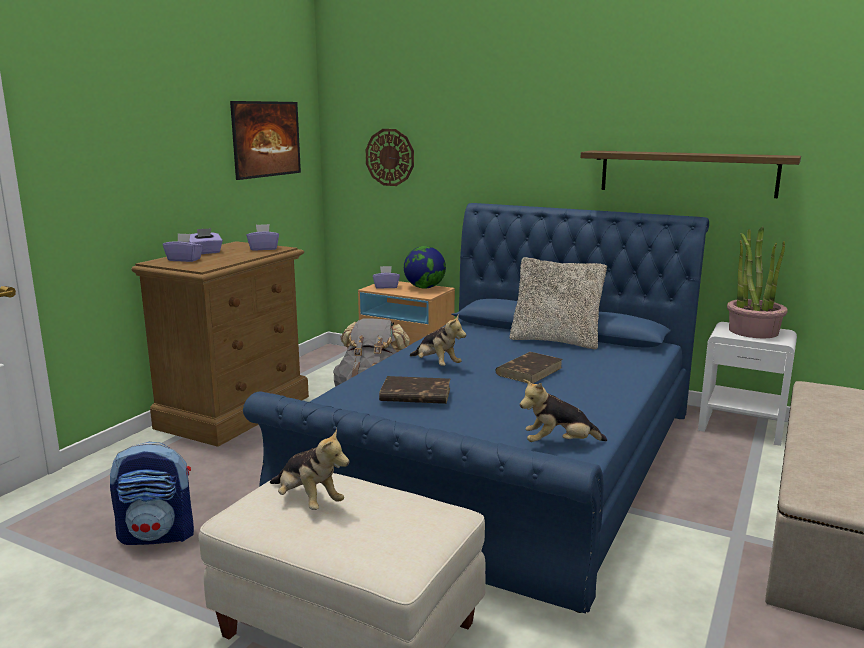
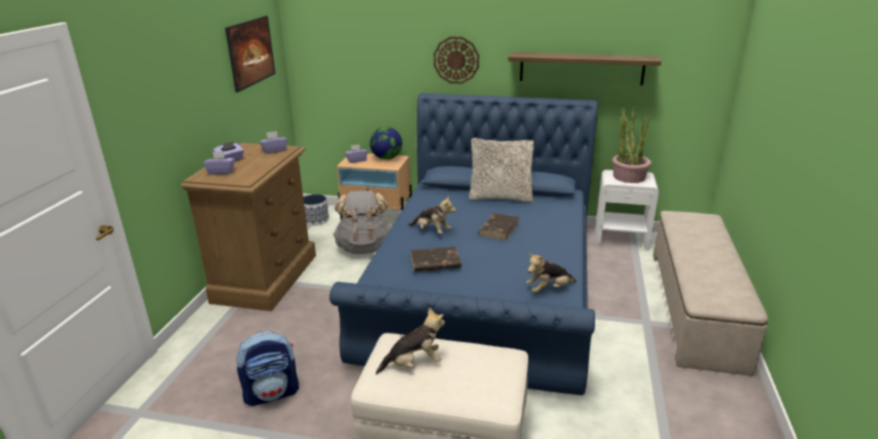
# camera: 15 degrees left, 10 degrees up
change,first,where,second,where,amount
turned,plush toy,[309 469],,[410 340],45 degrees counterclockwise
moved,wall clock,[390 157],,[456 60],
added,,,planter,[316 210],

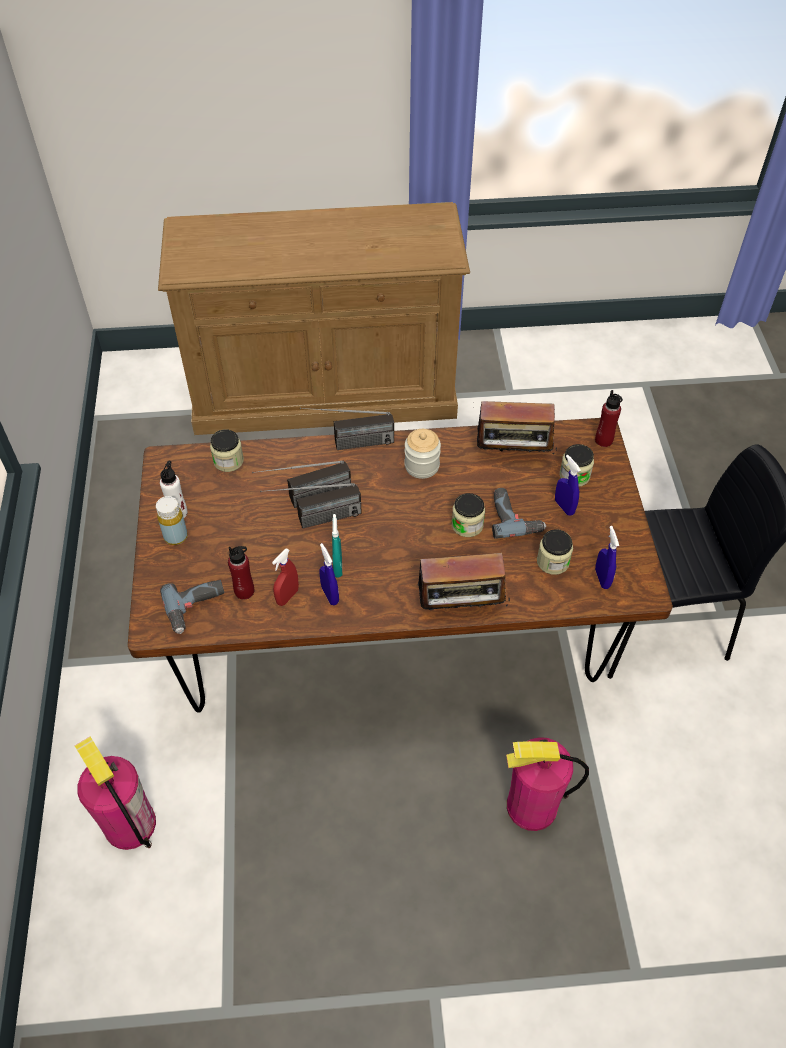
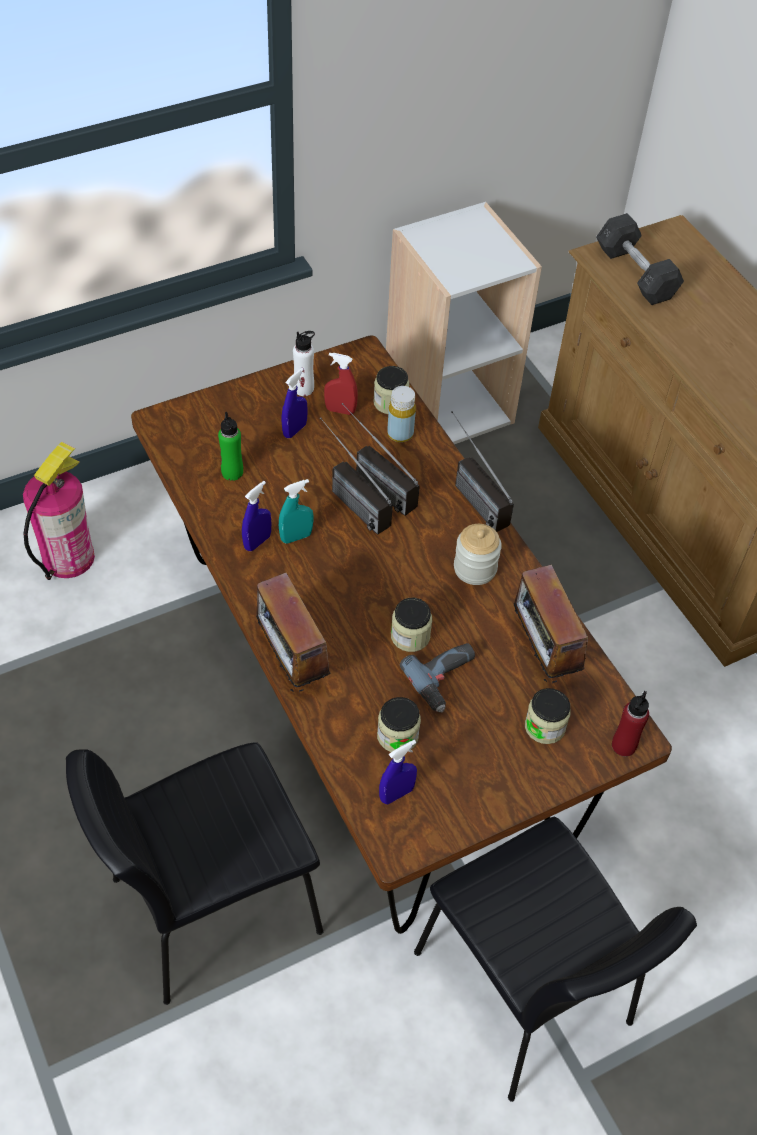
# camera: 65 degrees right, 0 degrees up
change,first,where,second,where,amount
moved,yellow bottle,[172 520],,[401 414],
removed,power drill,[192 607],,,
recoloured,red bottle,[241 573],green bottle,[230 446],
moved,red spray bottle,[285 577],,[341 384],
replaced,fire extinguisher,[547 784],black chair,[195 873],
moved,blue spray bottle,[568 485],,[295 403],
added,,,bookcase,[464 323],
added,,,grey dumbbell,[640 259],

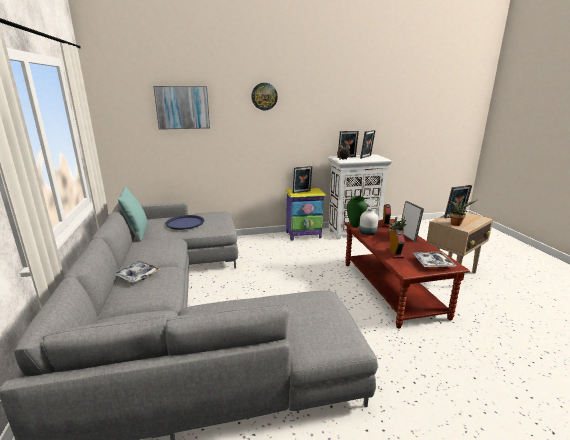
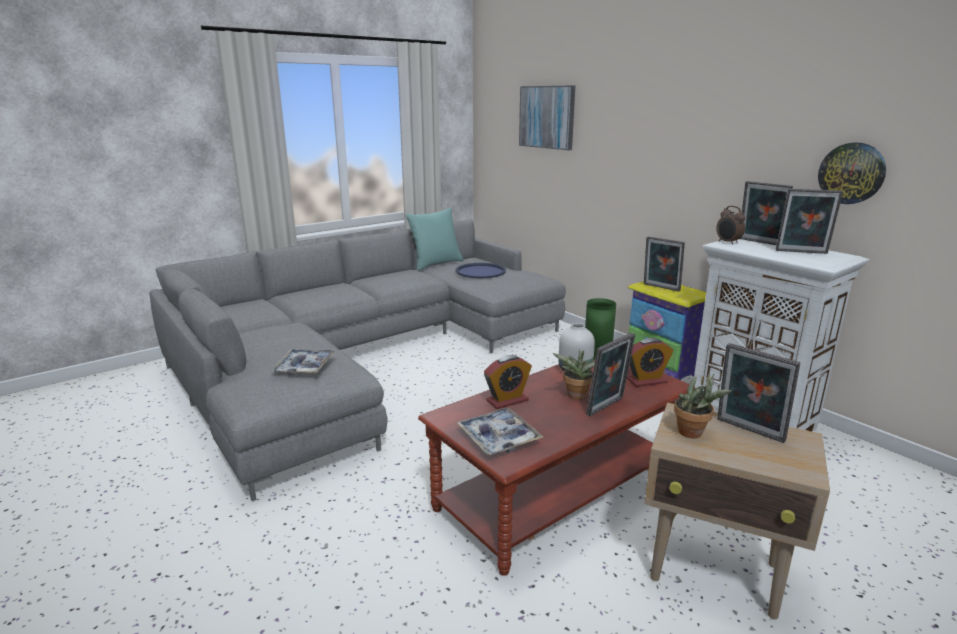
# camera: 65 degrees right, 0 degrees up
change,first,where,second,where,amount
moved,tray,[138 272],,[303 362],
moved,wall clock,[264 96],,[852 173],

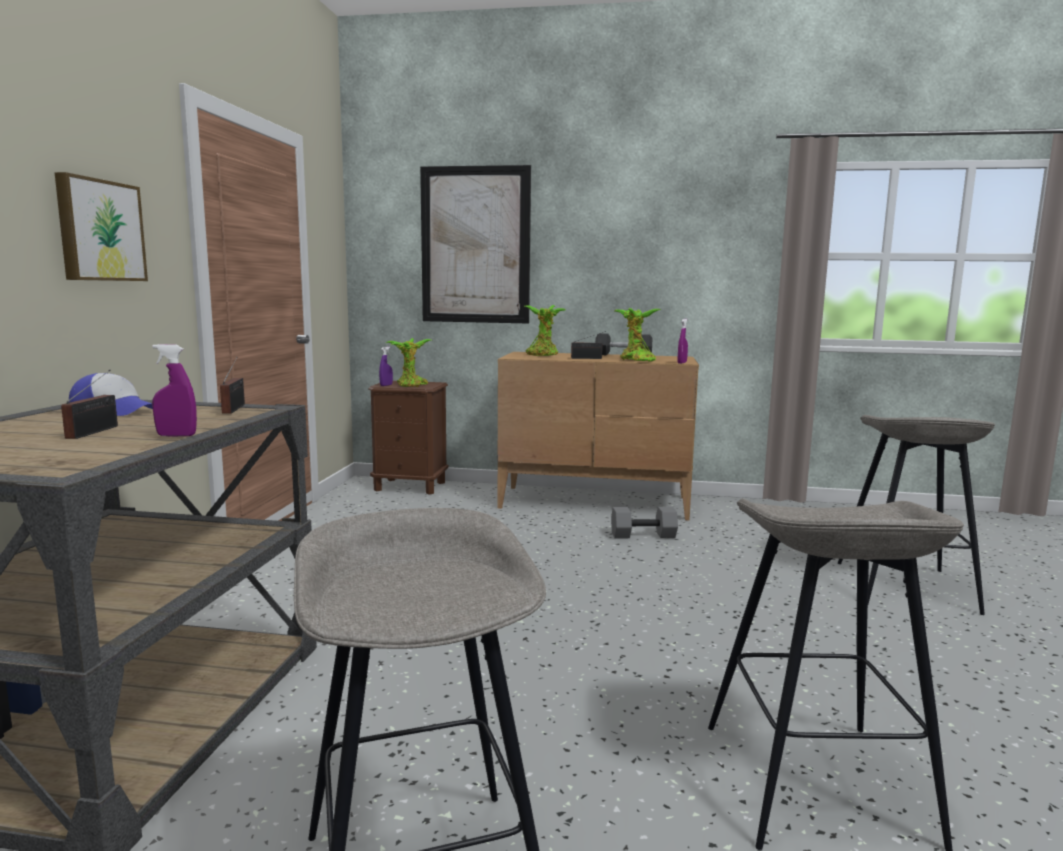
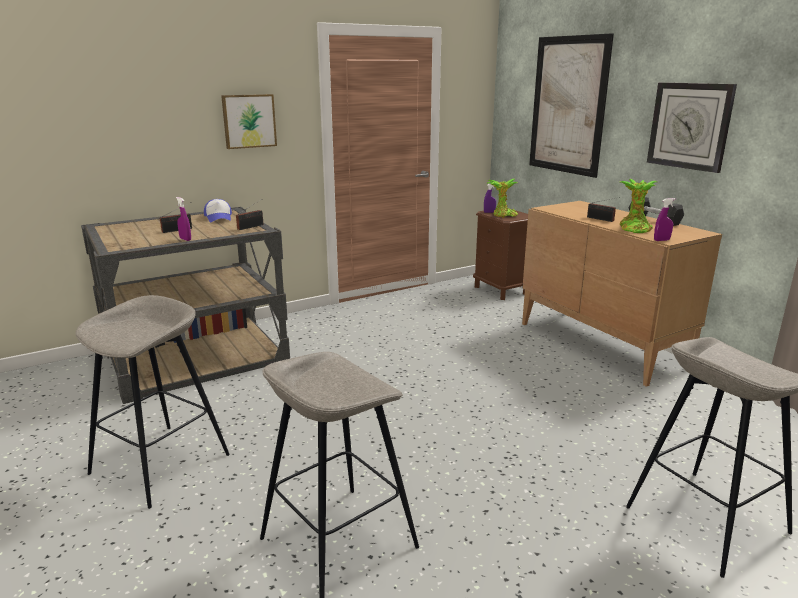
# camera: 50 degrees right, 10 degrees up
change,first,where,second,where,amount
removed,potted plant,[545 330],,,
removed,grey dumbbell,[644 523],,,
added,,,wall clock,[692 127],

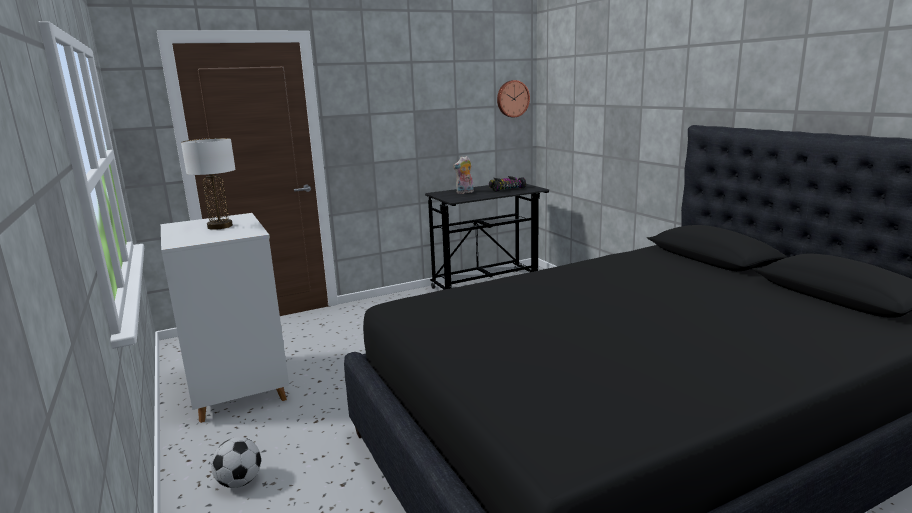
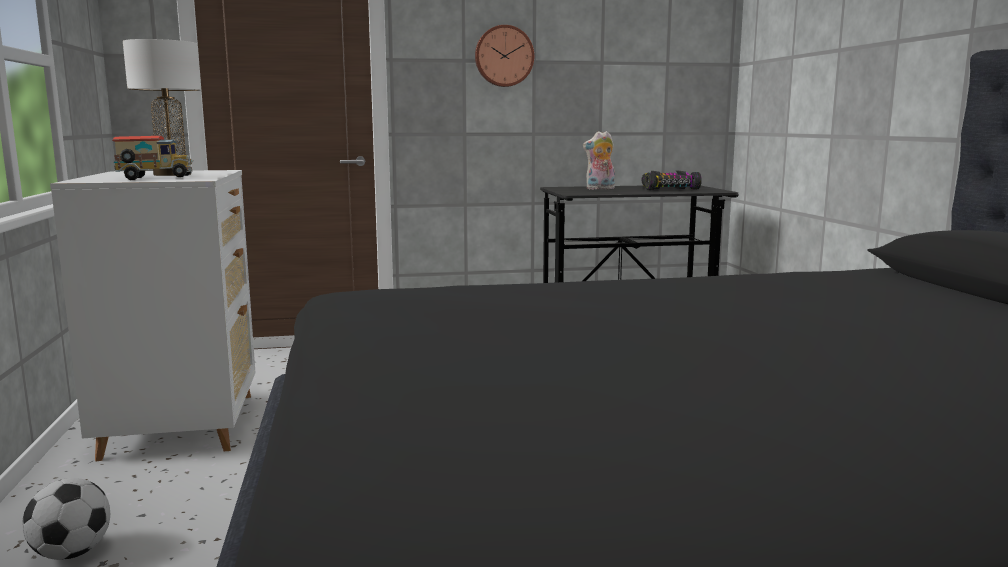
# camera: 15 degrees right, 5 degrees down
change,first,where,second,where,amount
moved,wall clock,[513 98],,[504 56],
added,,,toy truck,[152 158],

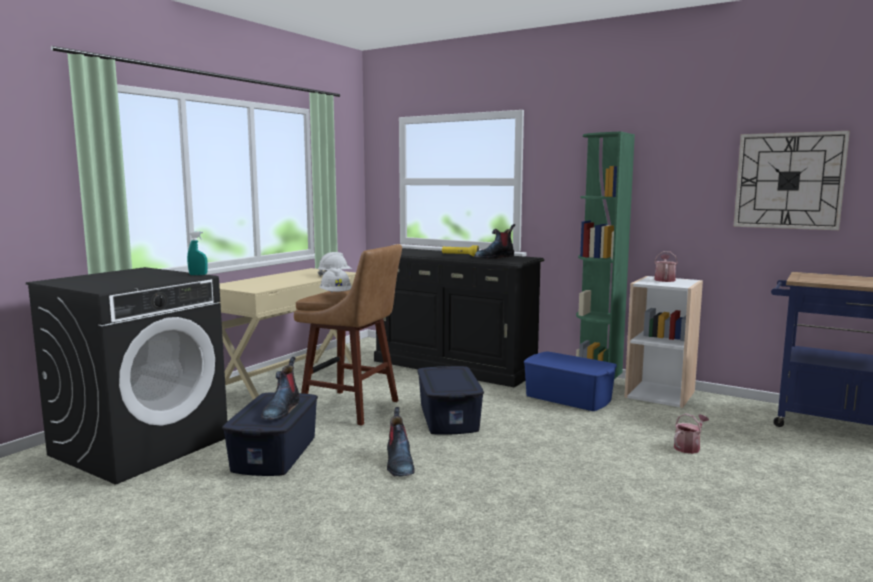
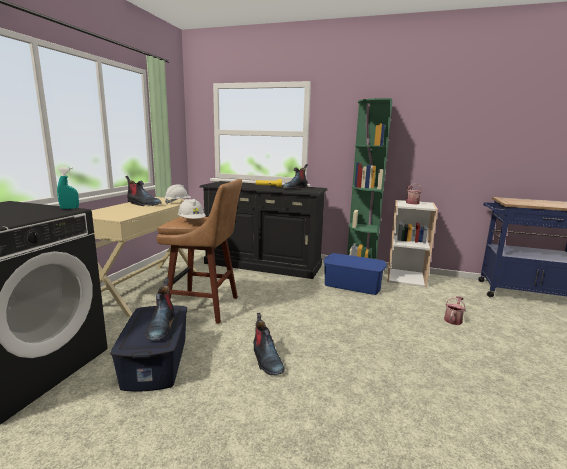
# camera: 15 degrees left, 5 degrees up
change,first,where,second,where,amount
removed,blue storage box,[450 400],,,
removed,wall clock,[791 180],,,
added,,,boot,[144 191],

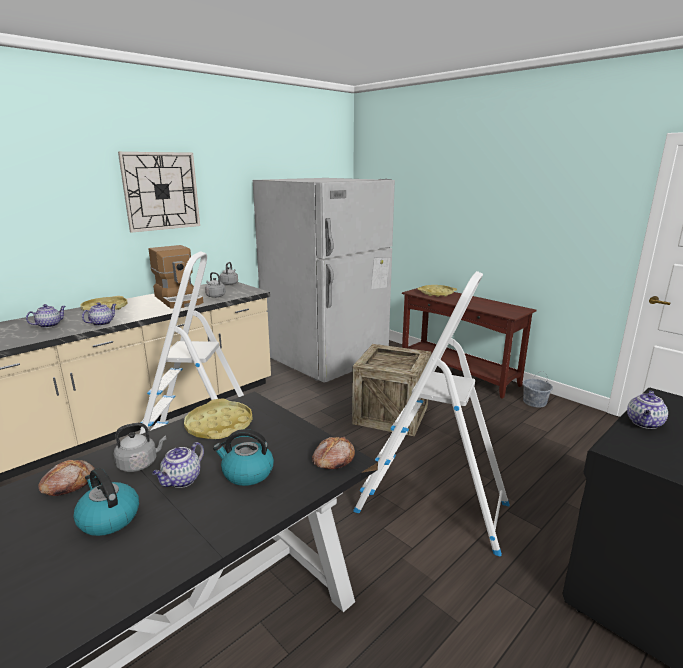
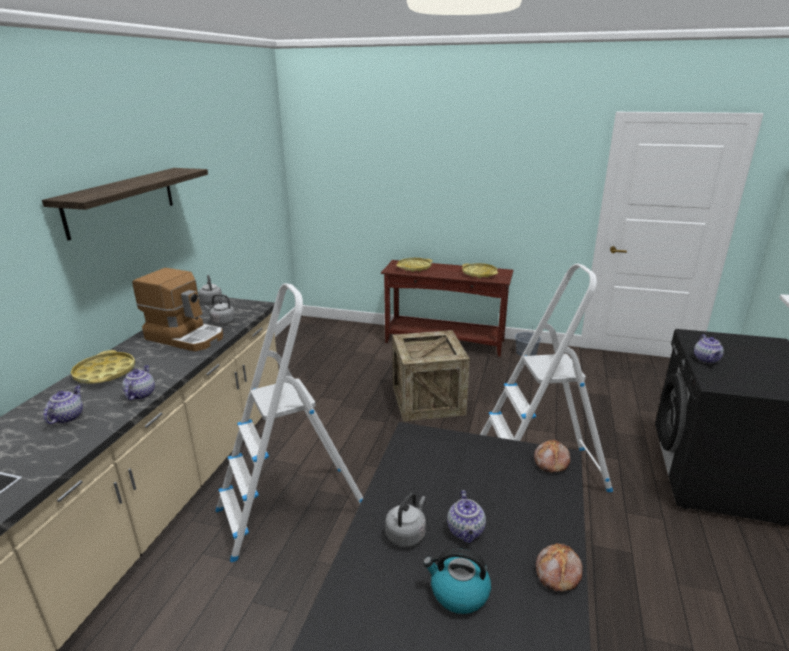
# camera: 30 degrees left, 5 degrees up
change,first,where,second,where,amount
moved,bread,[66 478],,[559 567],
replaced,wall clock,[159 192],shelf,[125 204],
moved,yellow tray,[218 419],,[480 270],
removed,kettle,[243 457],,,
removed,white fridge,[324 280],,,

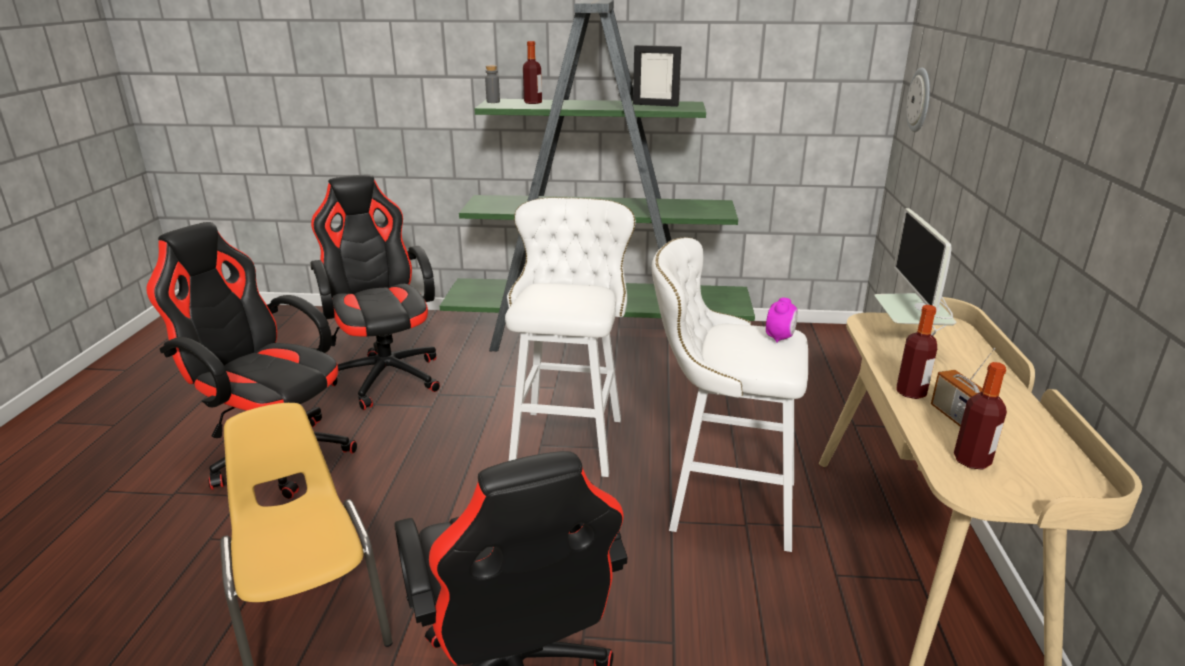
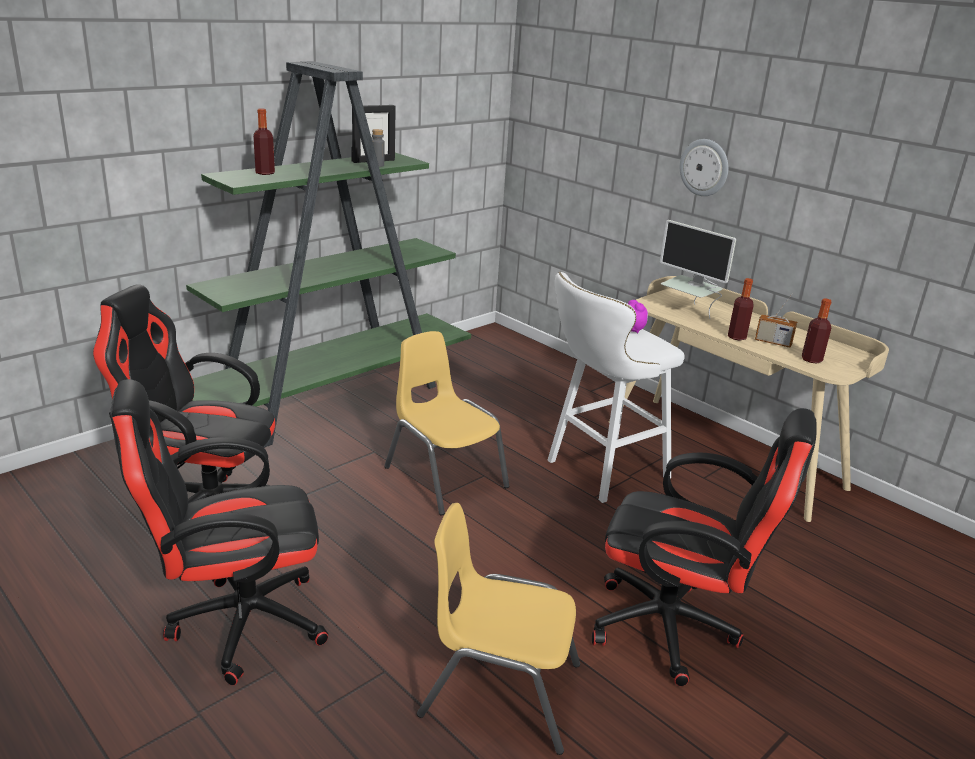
# camera: 50 degrees left, 0 degrees up
change,first,where,second,where,amount
moved,grey bottle,[492 84],,[378 148],
replaced,white stool,[570 337],yellow chair,[446 423],
moved,wall clock,[918 100],,[704 167],

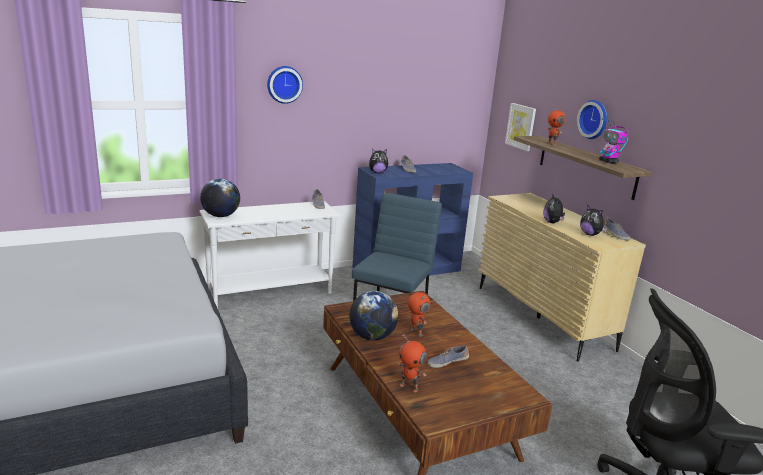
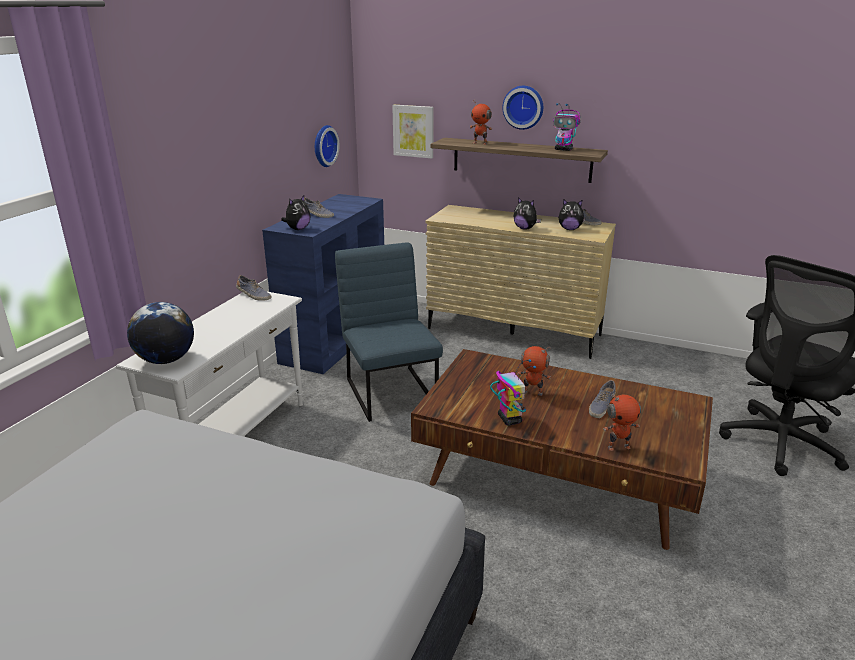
# camera: 40 degrees left, 5 degrees up
change,first,where,second,where,amount
moved,wall clock,[285 85],,[327 146],
replaced,globe,[373 316],toy robot,[513 392],

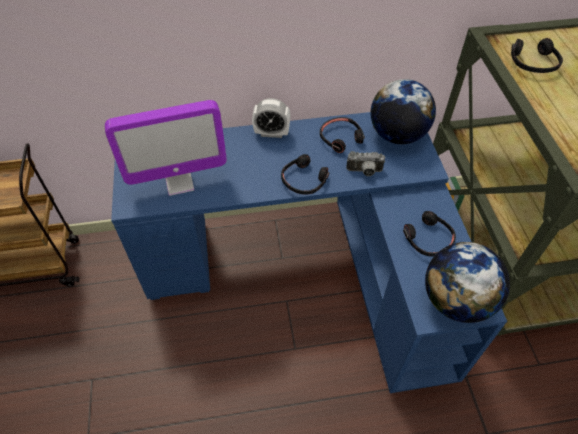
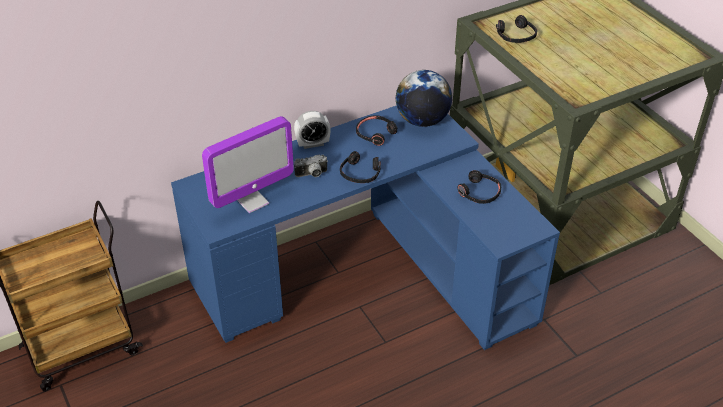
# camera: 20 degrees left, 10 degrees down
change,first,where,second,where,amount
moved,photo camera,[365 163],,[311 166],
removed,globe,[467 282],,,

